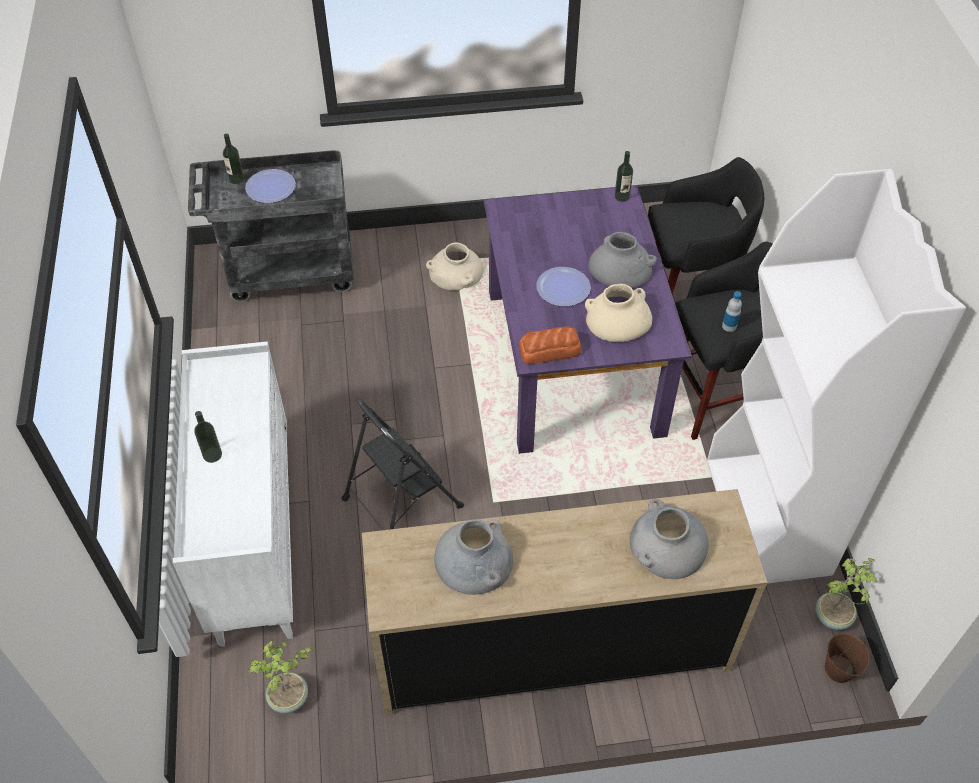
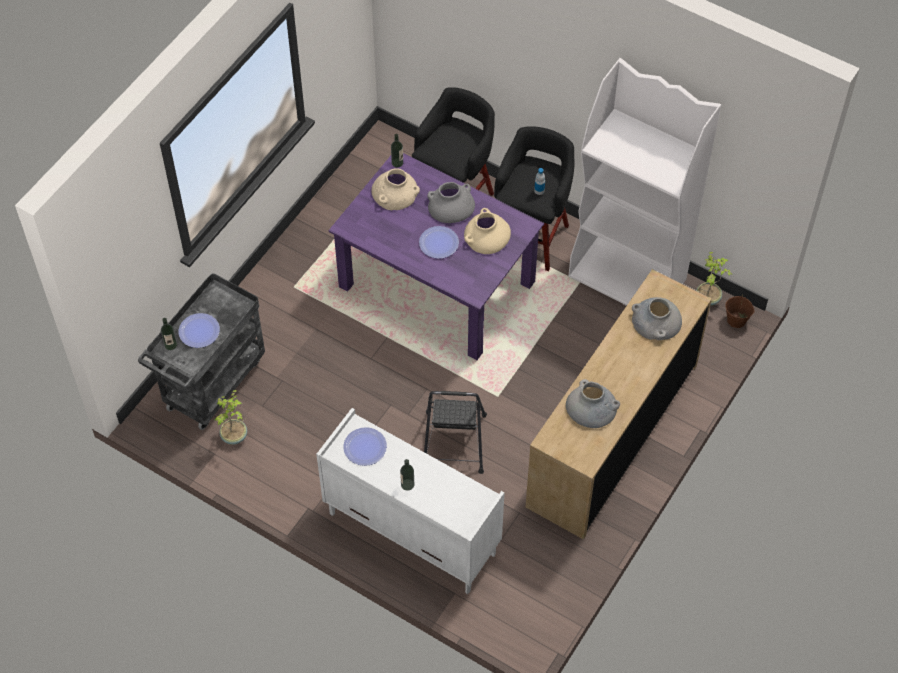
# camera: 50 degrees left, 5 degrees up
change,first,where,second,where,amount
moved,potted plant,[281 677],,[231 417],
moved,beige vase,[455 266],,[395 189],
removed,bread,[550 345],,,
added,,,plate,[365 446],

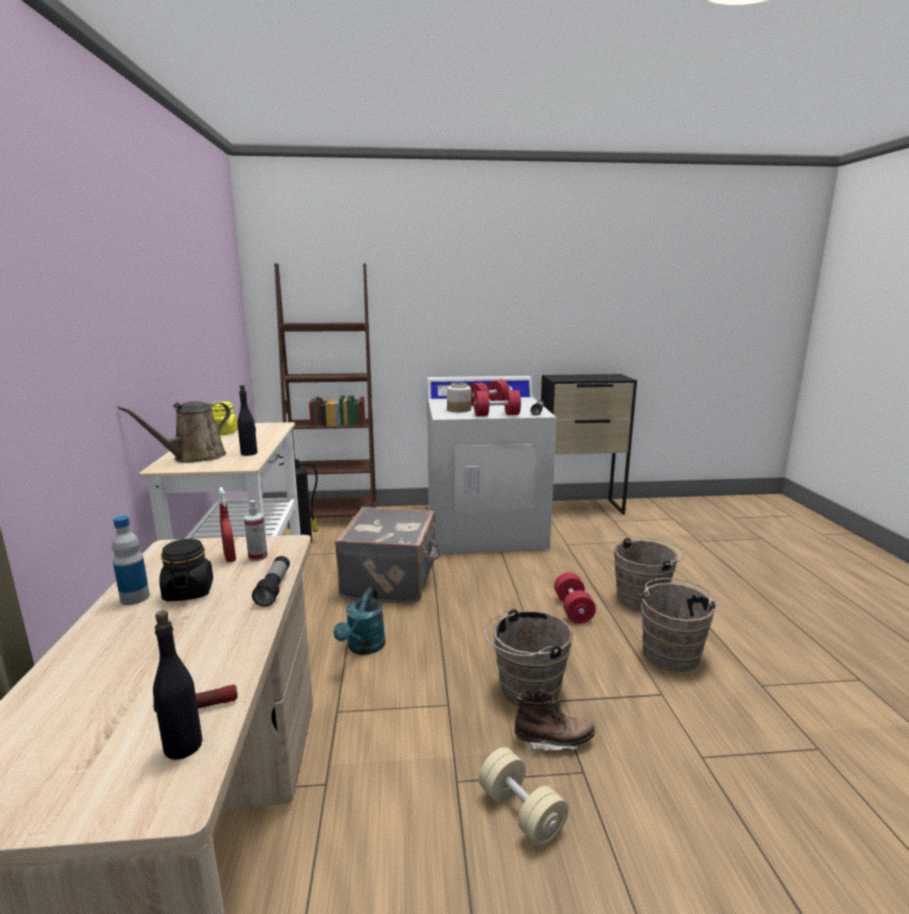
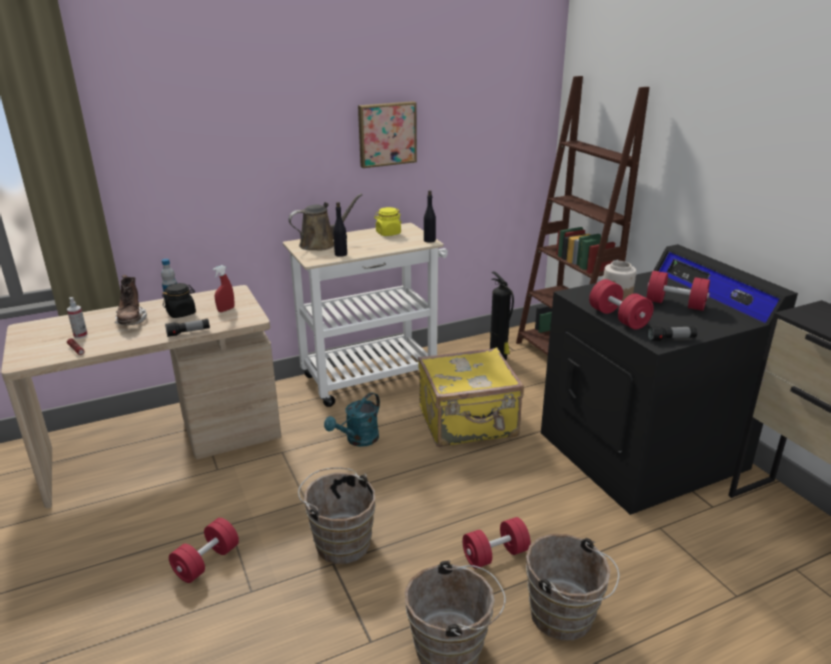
# camera: 70 degrees right, 10 degrees up
change,first,where,second,where,amount
turned,brown watering can,[174 432],,[325 222],135 degrees clockwise
moved,black bottle,[178 685],,[430 216],
moved,spray bottle,[256 530],,[77 317],
turned,turquoise watering can,[359 621],,[352 419],45 degrees counterclockwise
recoloured,grey suitcase,[387 555],yellow suitcase,[471 397],
recoloured,white washing machine,[492 465],black washing machine,[669 379],
recoloured,beige dumbbell,[523 797],red dumbbell,[204 550],
moved,brown boot,[554 721],,[131 300],
added,,,picture,[387 134],

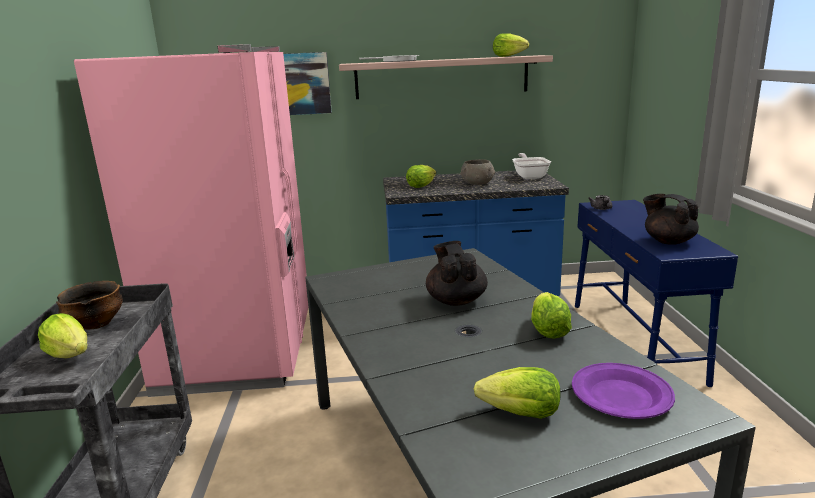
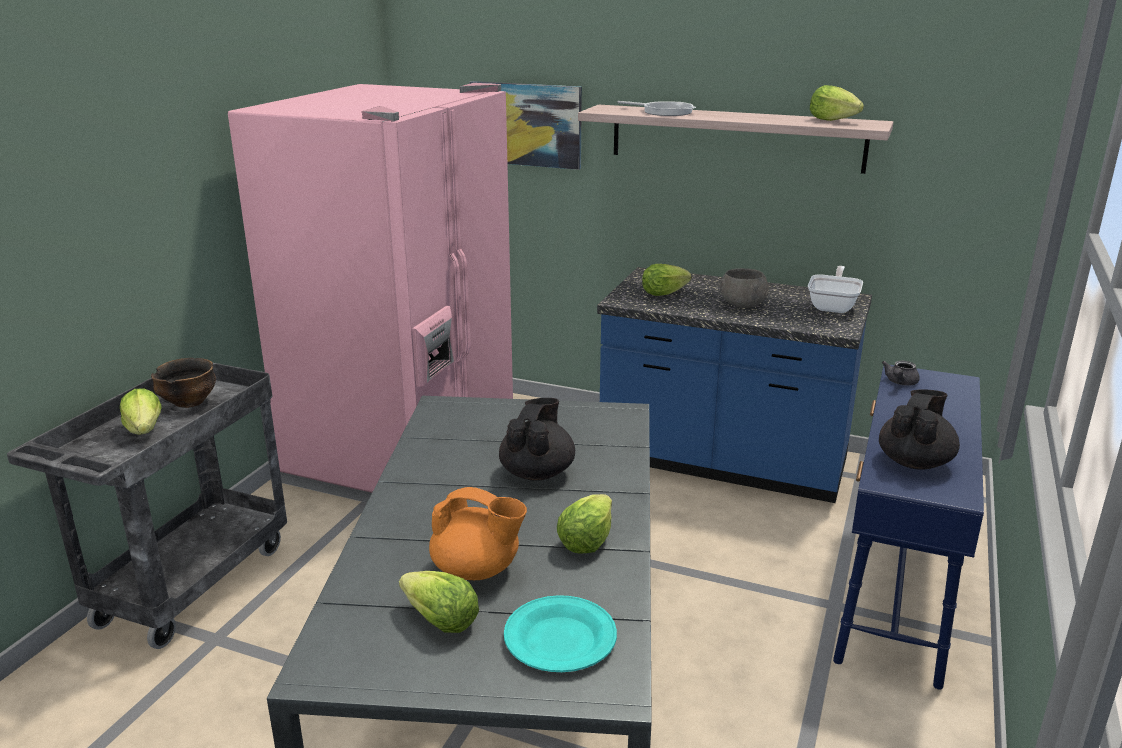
# camera: 25 degrees right, 5 degrees up
change,first,where,second,where,amount
recoloured,purple plate,[623 391],turquoise plate,[560 633],
turned,black teapot,[671 219],,[919 429],45 degrees clockwise
added,,,orange teapot,[478 533],

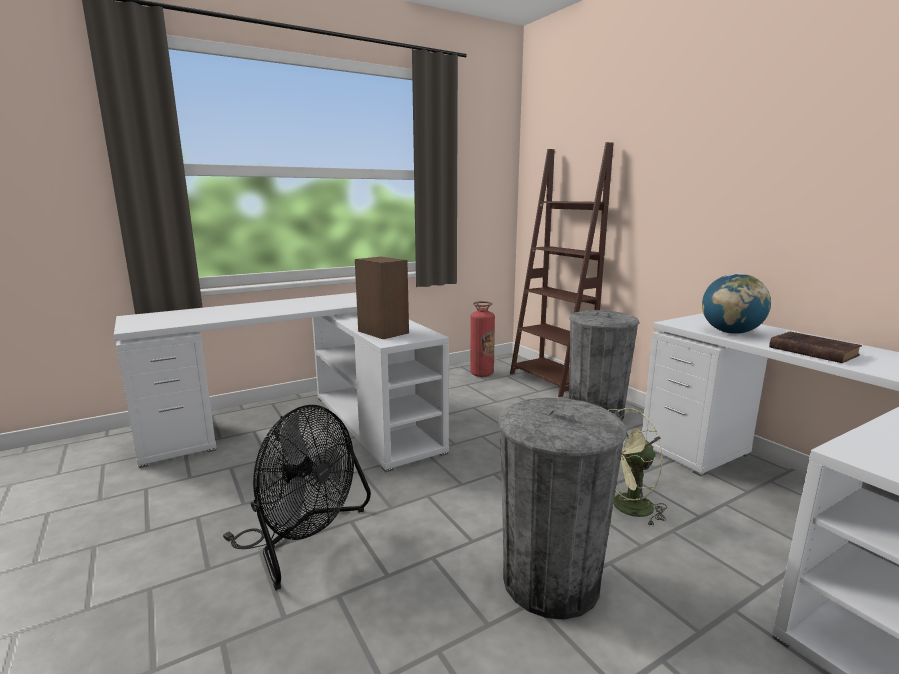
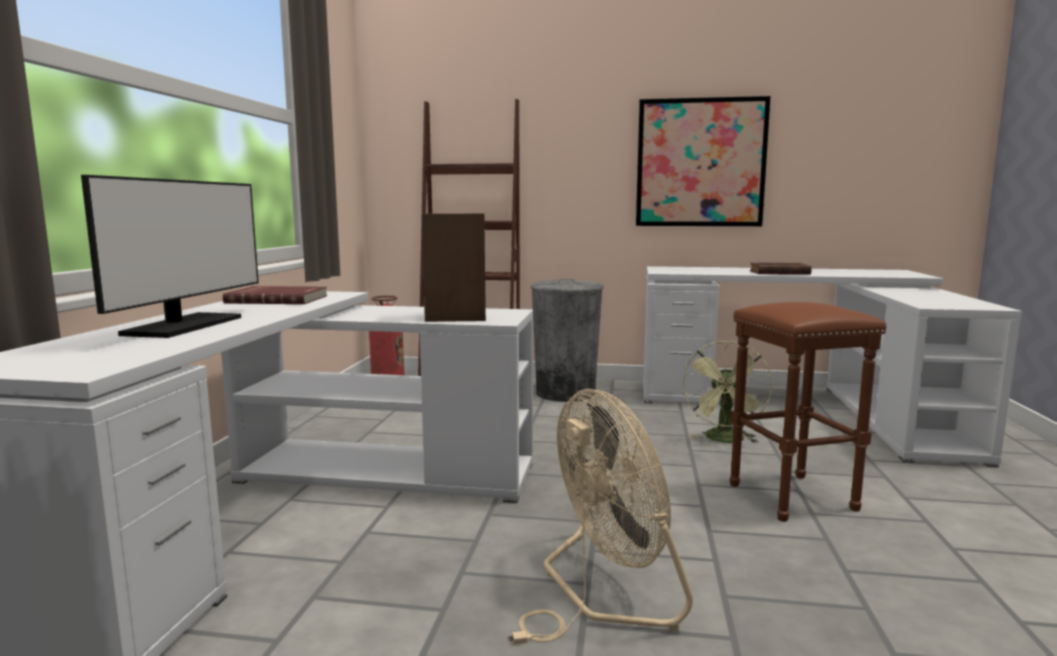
# camera: 50 degrees left, 5 degrees down
change,first,where,second,where,amount
recoloured,black fan,[297 497],beige fan,[600 517],
replaced,grey trash can,[562 508],brown stool,[808 412],
removed,globe,[736 303],,,
added,,,monitor,[170 256],
added,,,red book,[275 295],
added,,,picture,[703 161],

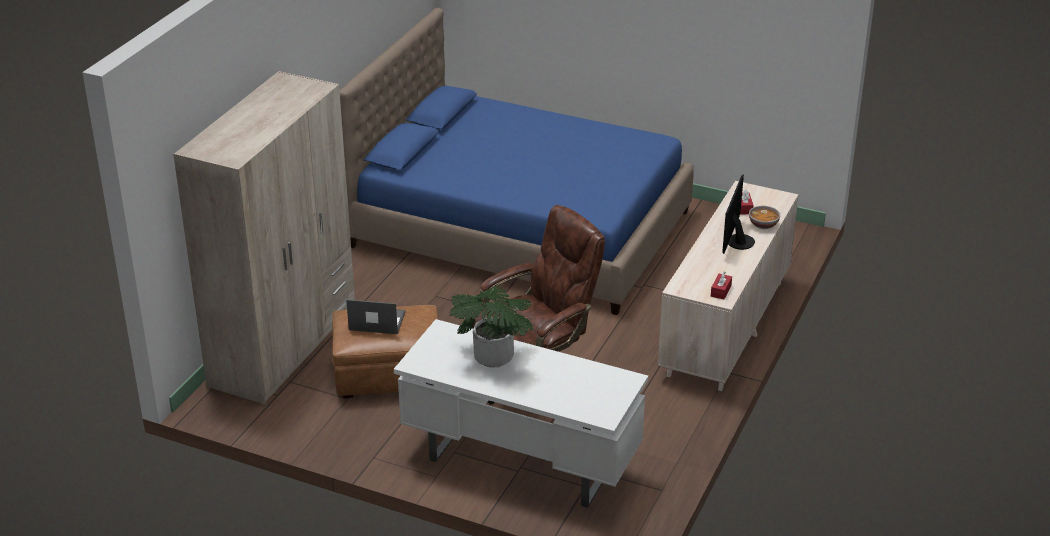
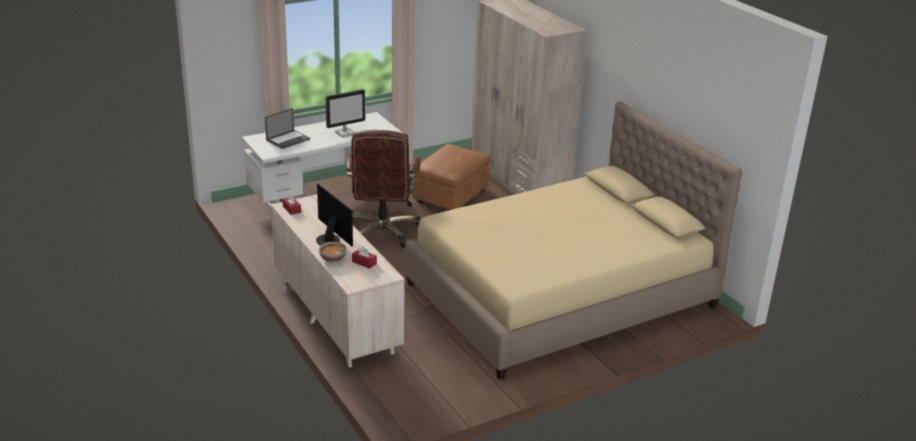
# camera: 125 degrees right, 5 degrees down
change,first,where,second,where,amount
recoloured,blue bed,[517 161],beige bed,[573 240],
moved,laptop,[376 317],,[287 128],
replaced,potted plant,[491 326],monitor,[345 113],

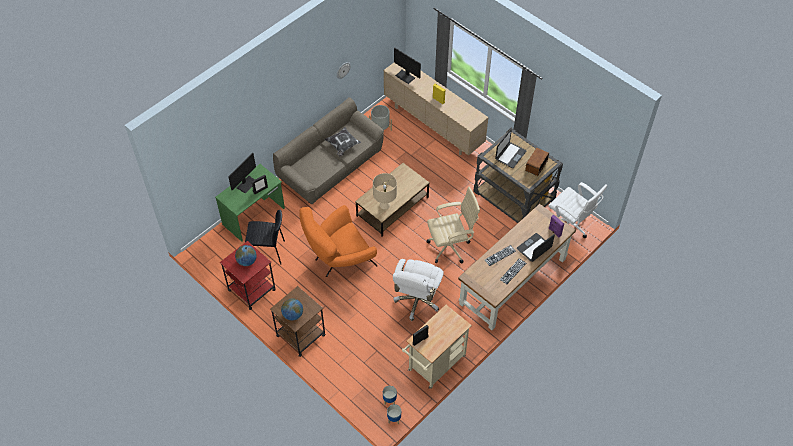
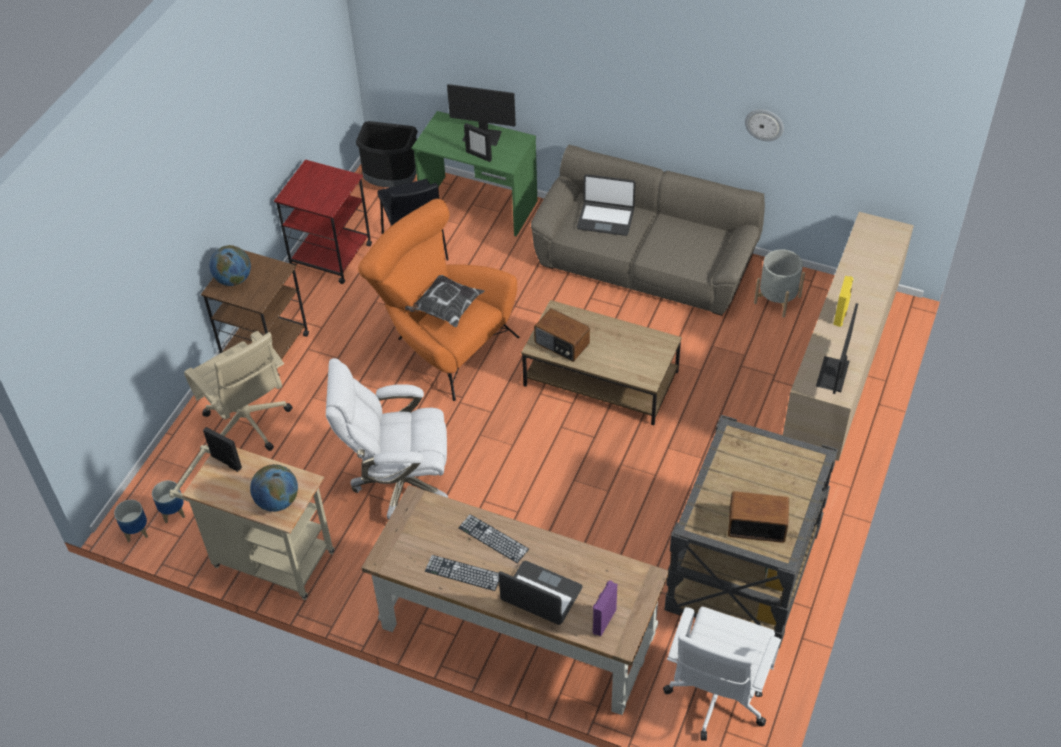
# camera: 70 degrees right, 5 degrees down
change,first,where,second,where,amount
moved,globe,[246 255],,[274 488],
moved,pillow,[342 141],,[445 301],
replaced,beige table lamp,[385 191],radio,[562 335],
moved,monitor,[407 65],,[837 348],
moved,beige office chair,[453 225],,[238 391],
moved,laptop,[510 148],,[606 205],
added,,,black trash can,[387 154],

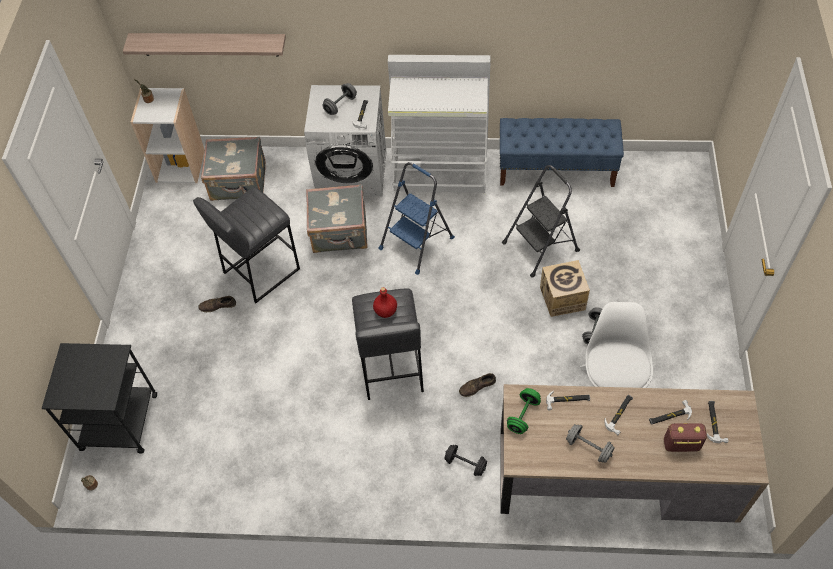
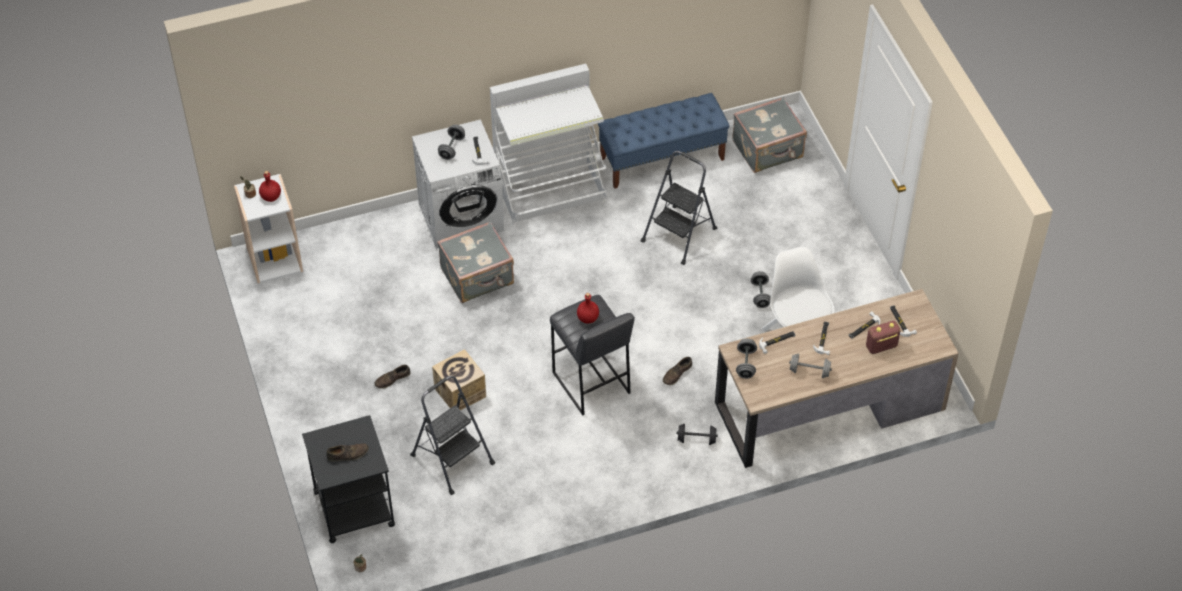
# camera: 25 degrees left, 5 degrees down
change,first,where,second,where,amount
removed,shelf,[204 45],,,
removed,grey stool,[246 245],,,
moved,grey suitcase,[233 169],,[769 135],
removed,blue step ladder,[416 218],,,
recoloured,green dumbbell,[524 411],grey dumbbell,[746 358],
moved,cardboard box,[565 288],,[459 379],
added,,,red bottle,[270 186],
added,,,brown shoe,[347 452],
added,,,black step ladder,[452 435],

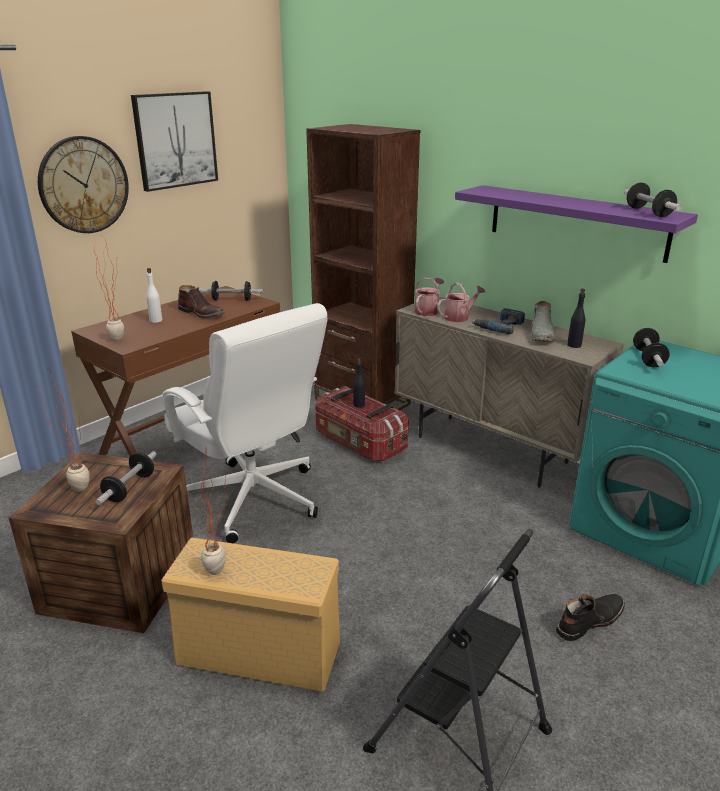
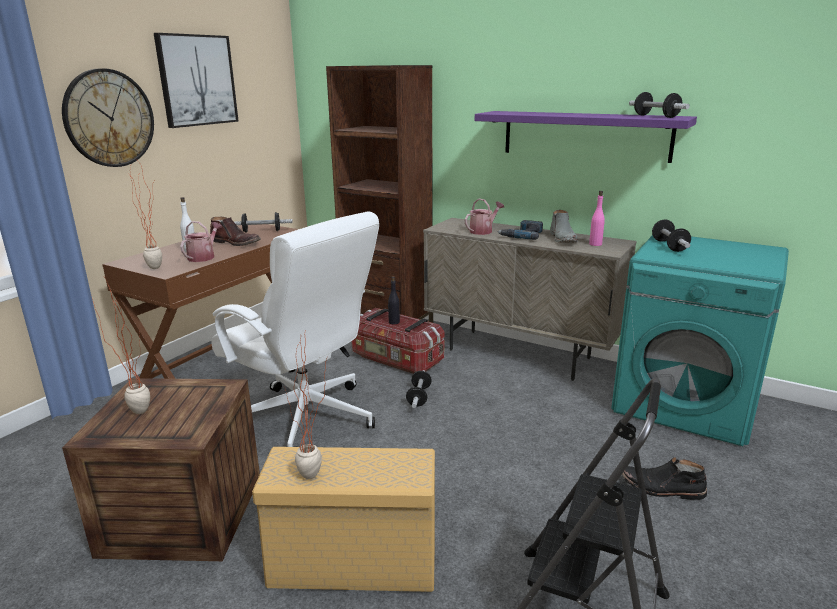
# camera: 10 degrees left, 5 degrees down
change,first,where,second,where,amount
moved,dumbbell,[126 478],,[419 389],
moved,watering can,[429 296],,[201 241],
turned,black boot,[590 617],,[664 478],120 degrees counterclockwise
recoloured,black bottle,[576 318],pink bottle,[597 218],

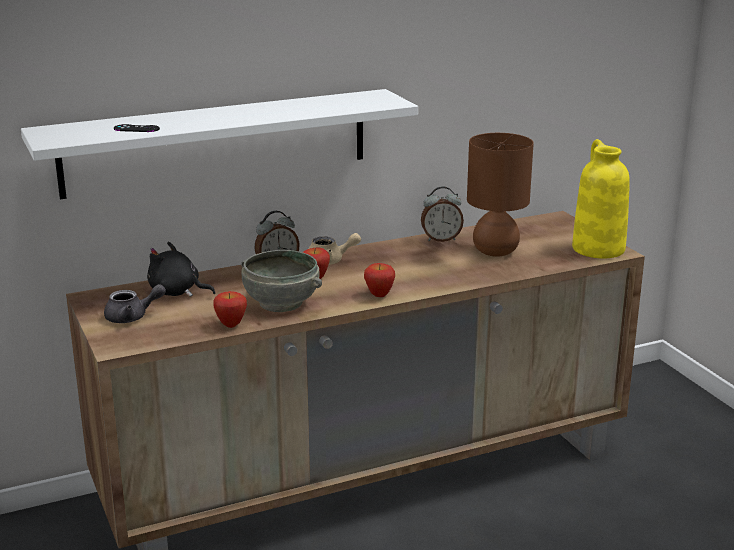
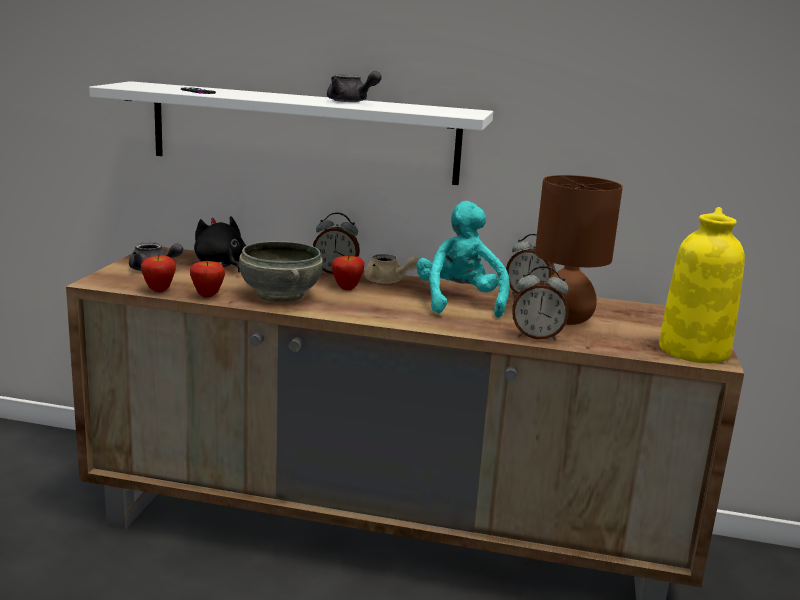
# camera: 35 degrees right, 5 degrees down
change,first,where,second,where,amount
moved,apple,[379 280],,[158 273],
added,,,grey teapot,[354 86],
added,,,turquoise plush toy,[463 259],
added,,,alarm clock,[540 303],

